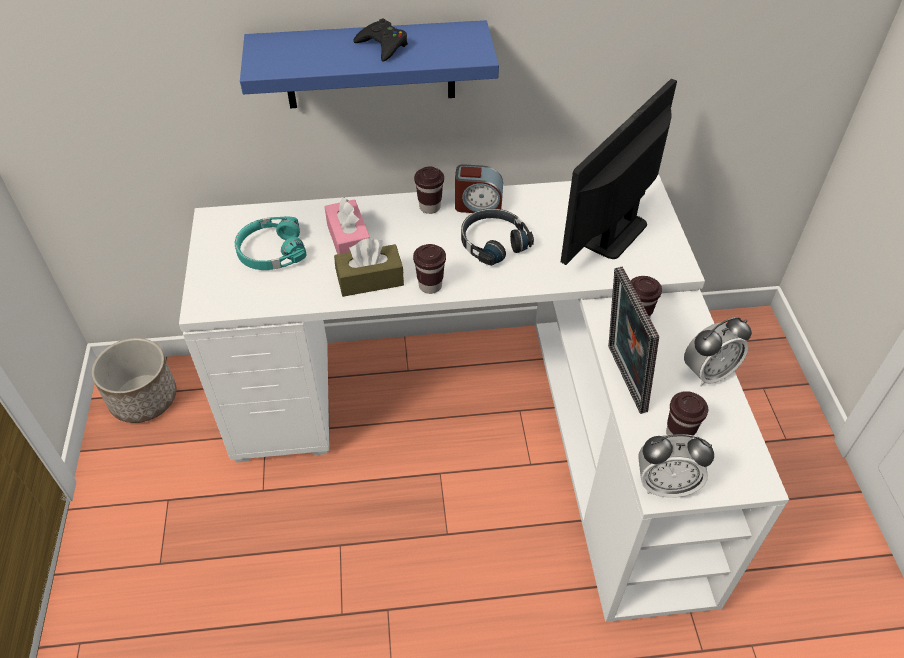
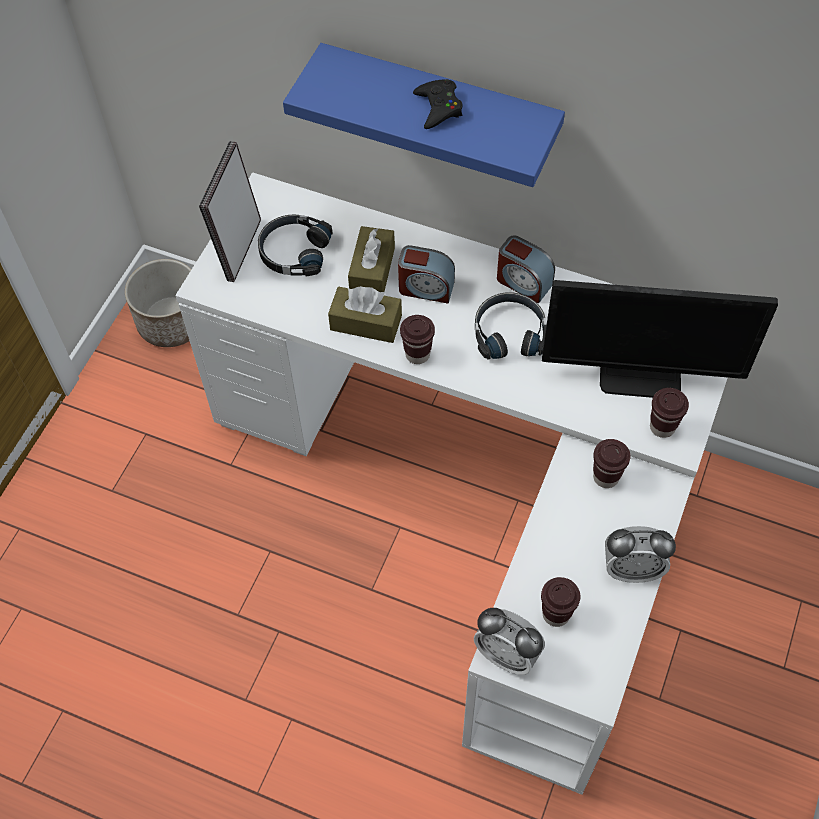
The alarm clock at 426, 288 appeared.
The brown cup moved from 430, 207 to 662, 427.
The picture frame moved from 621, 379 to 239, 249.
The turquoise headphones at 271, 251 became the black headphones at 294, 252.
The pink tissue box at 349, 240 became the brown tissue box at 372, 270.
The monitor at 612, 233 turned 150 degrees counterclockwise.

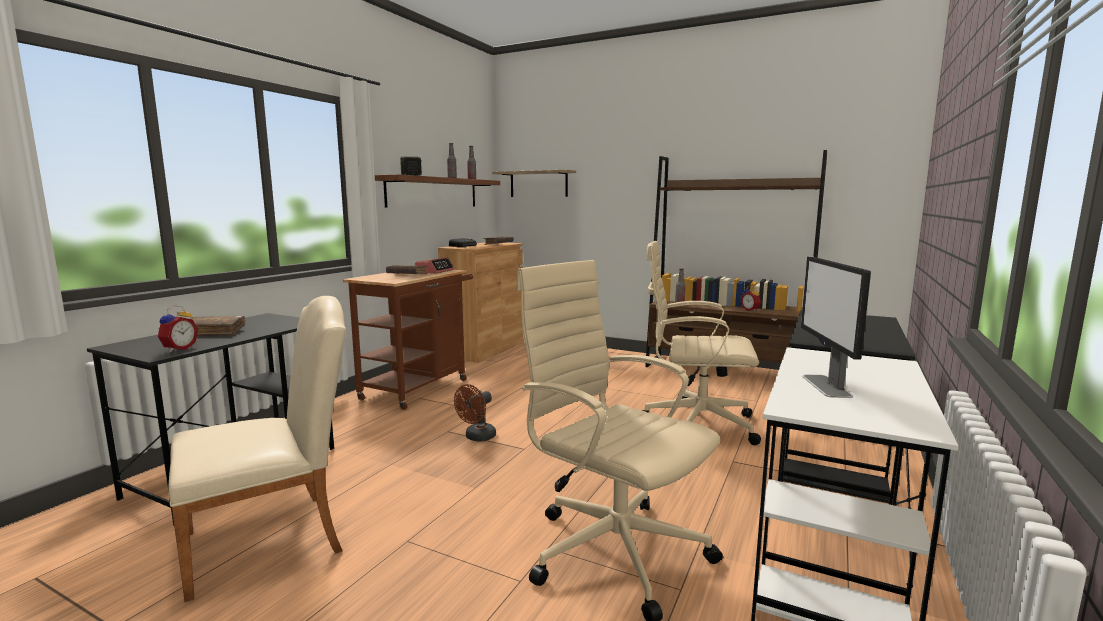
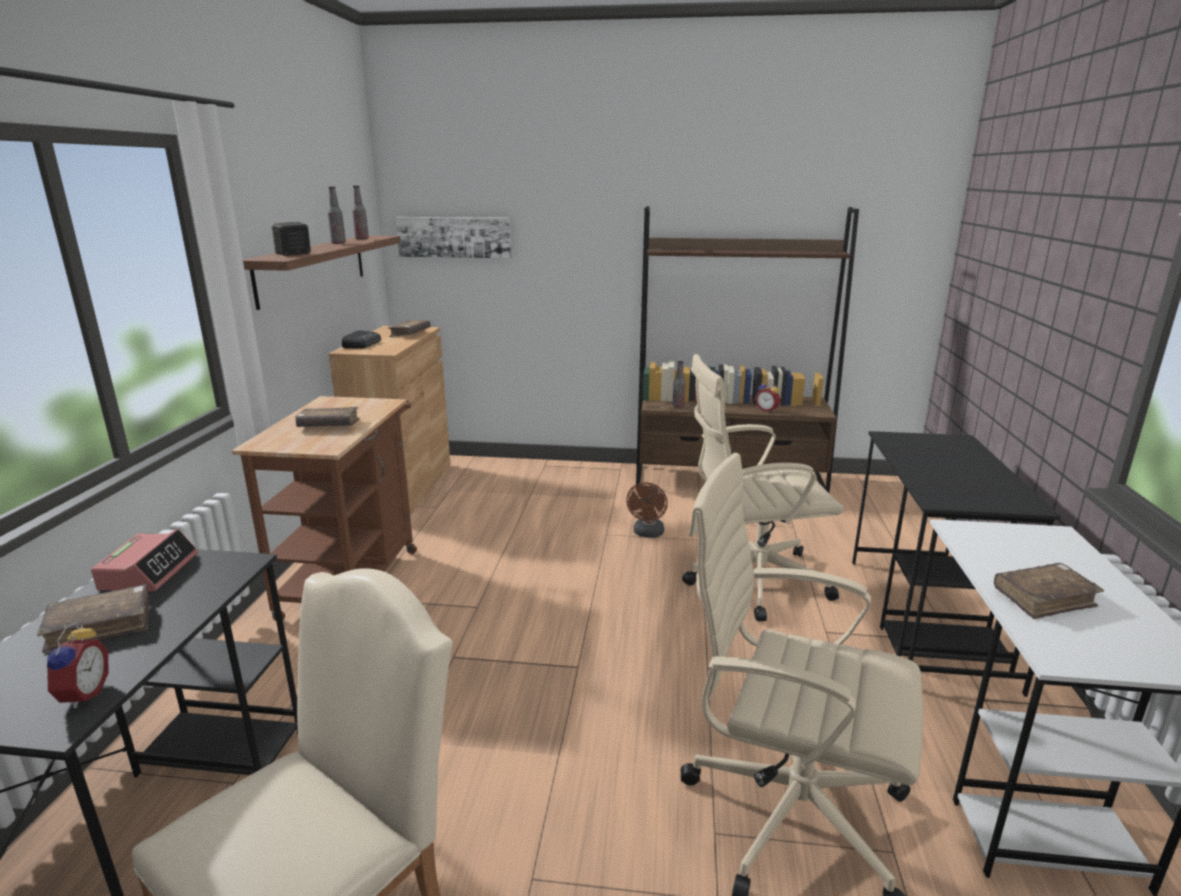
The alarm clock moved from 434, 271 to 149, 571.
The brown fan moved from 477, 438 to 647, 534.
The shelf at 538, 184 was replaced by the picture at 454, 237.
The monitor at 826, 386 was replaced by the brown book at 1043, 599.

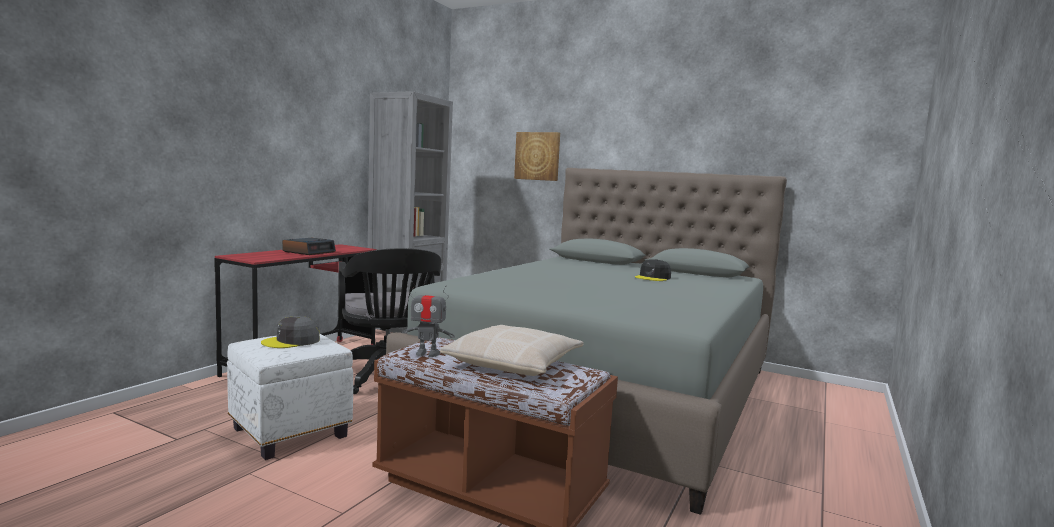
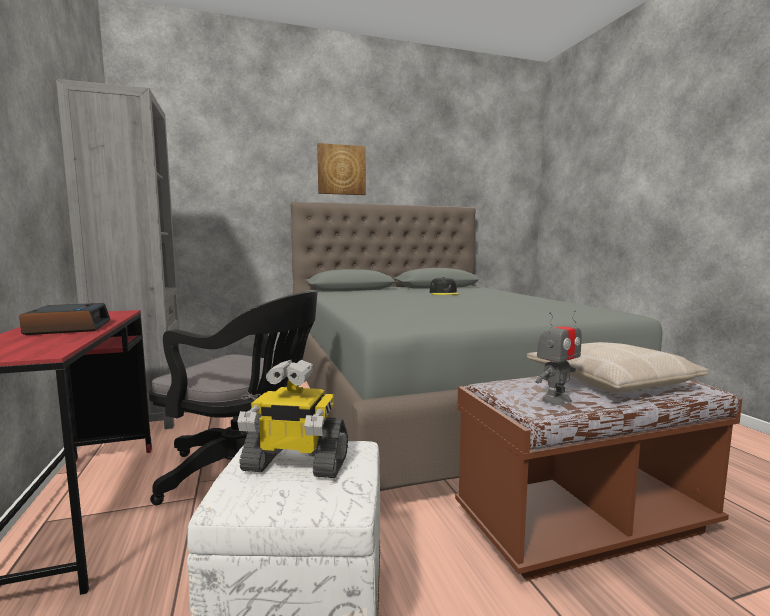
The picture moved from 537, 156 to 341, 170.
The grey cap at 292, 341 was replaced by the toy robot at 295, 464.

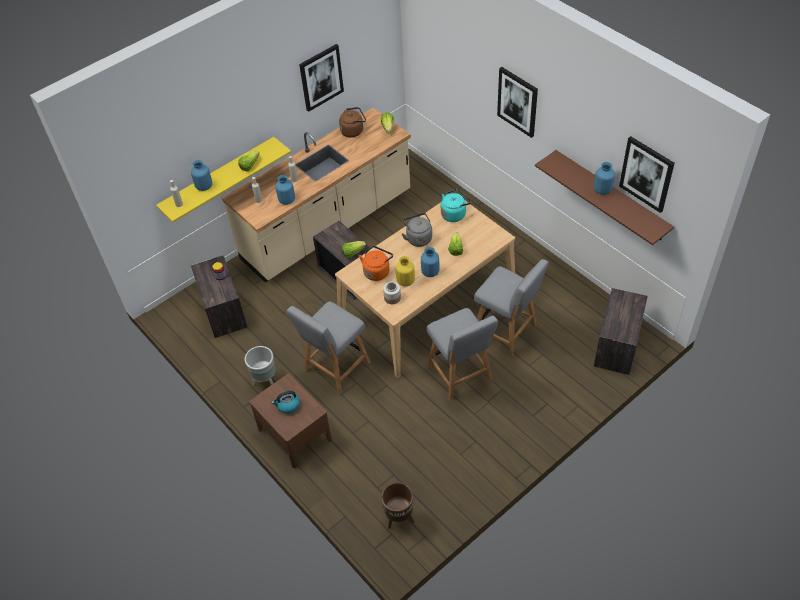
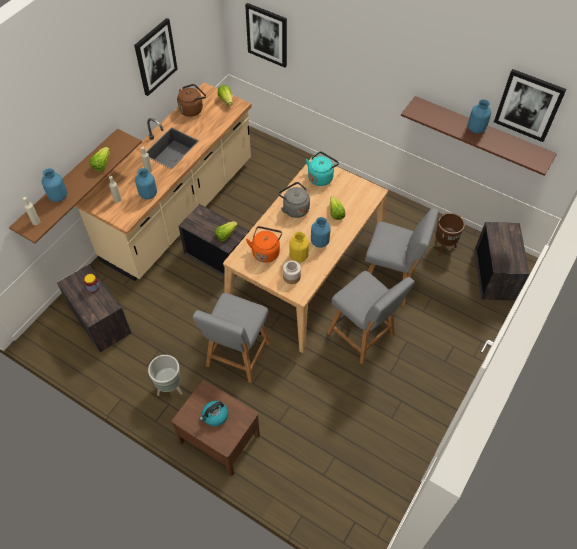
The brown planter moved from 399, 518 to 443, 247.
The picture moved from 518, 101 to 267, 35.
The yellow shelf at 219, 178 became the brown shelf at 69, 184.

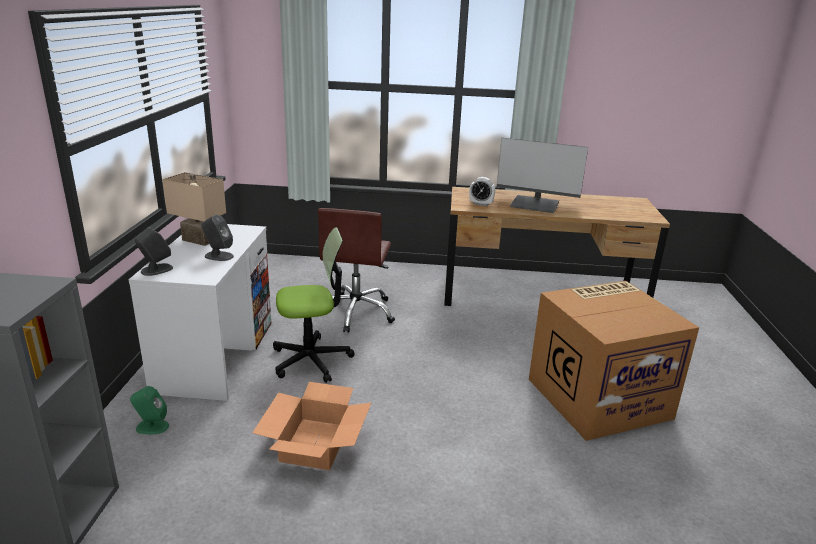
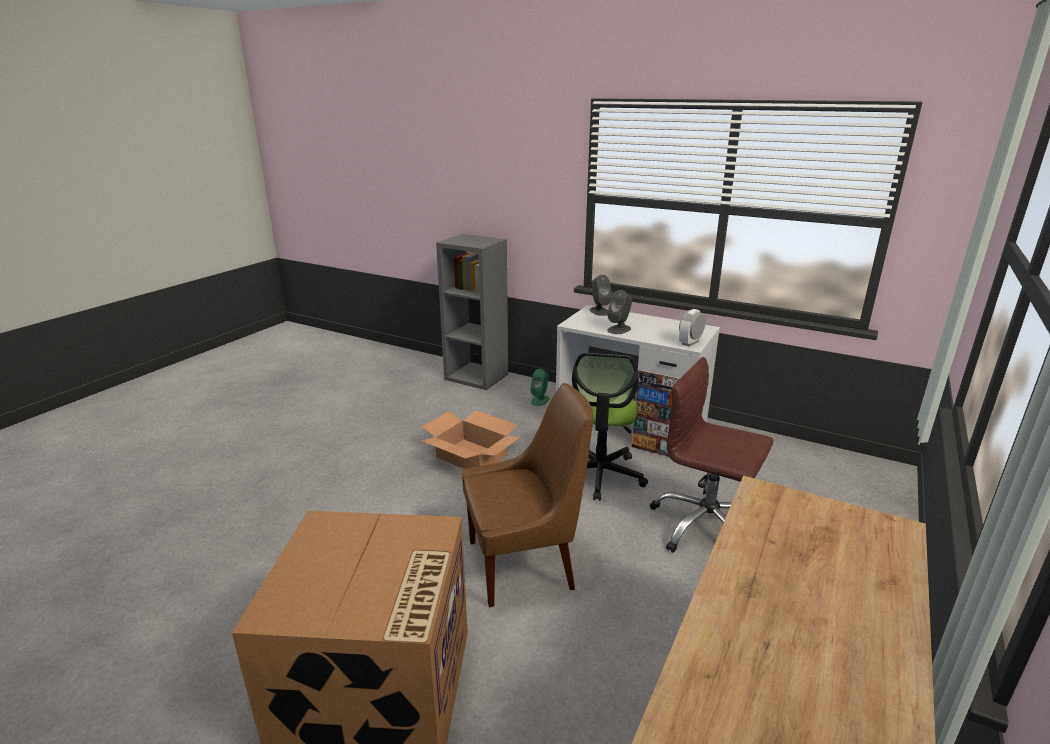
The beige table lamp at 198, 240 disappeared.
The monitor at 534, 205 disappeared.
The brown chair at 525, 564 appeared.
The alarm clock moved from 481, 204 to 690, 343.

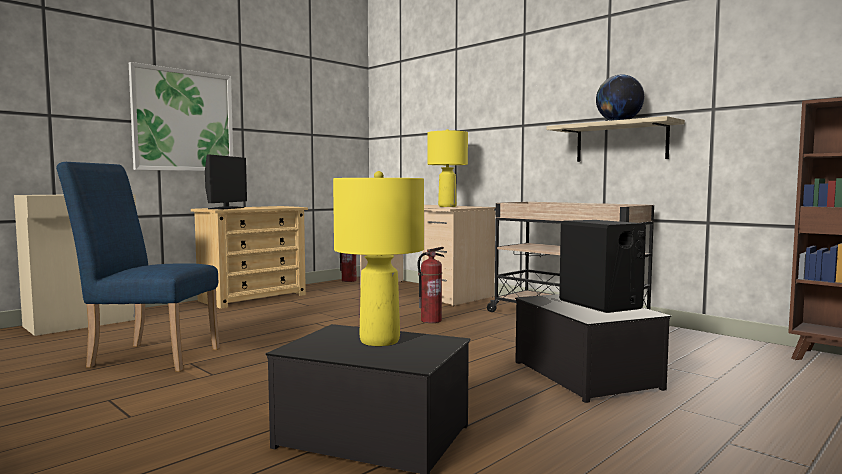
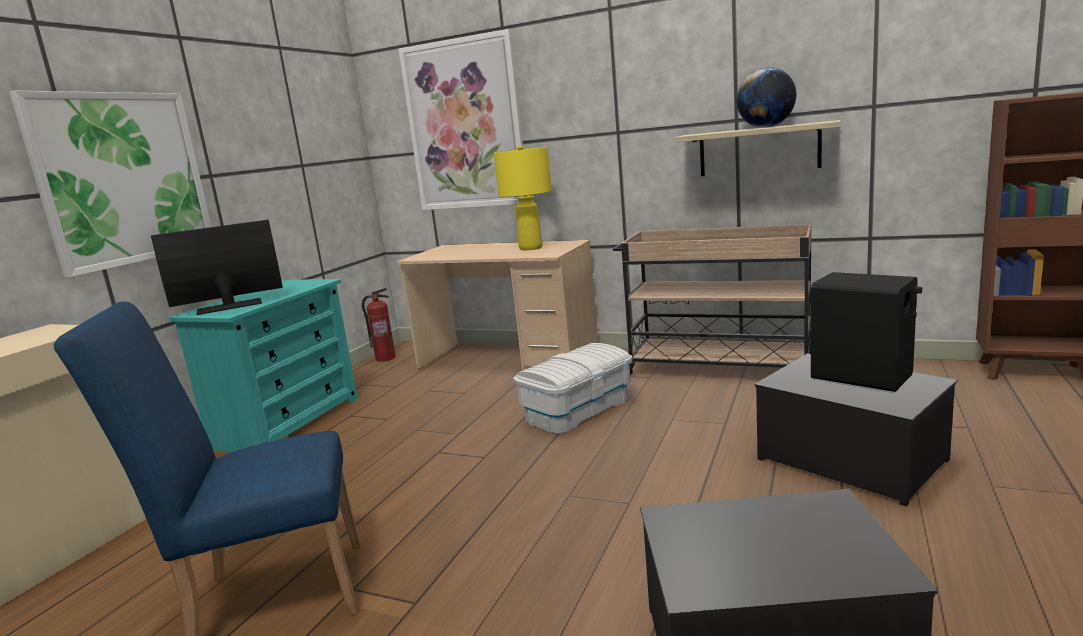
The yellow table lamp at 380, 341 disappeared.
The picture at 465, 125 appeared.
The fire extinguisher at 431, 320 was replaced by the white storage box at 577, 410.
The beige dresser at 253, 297 became the turquoise dresser at 288, 422.
The monitor at 226, 208 turned 105 degrees counterclockwise.

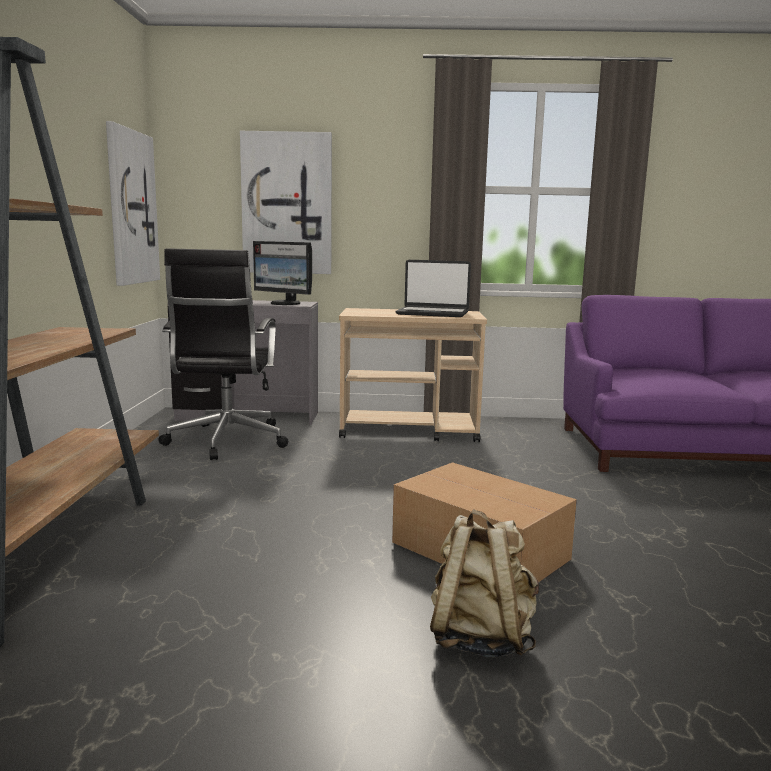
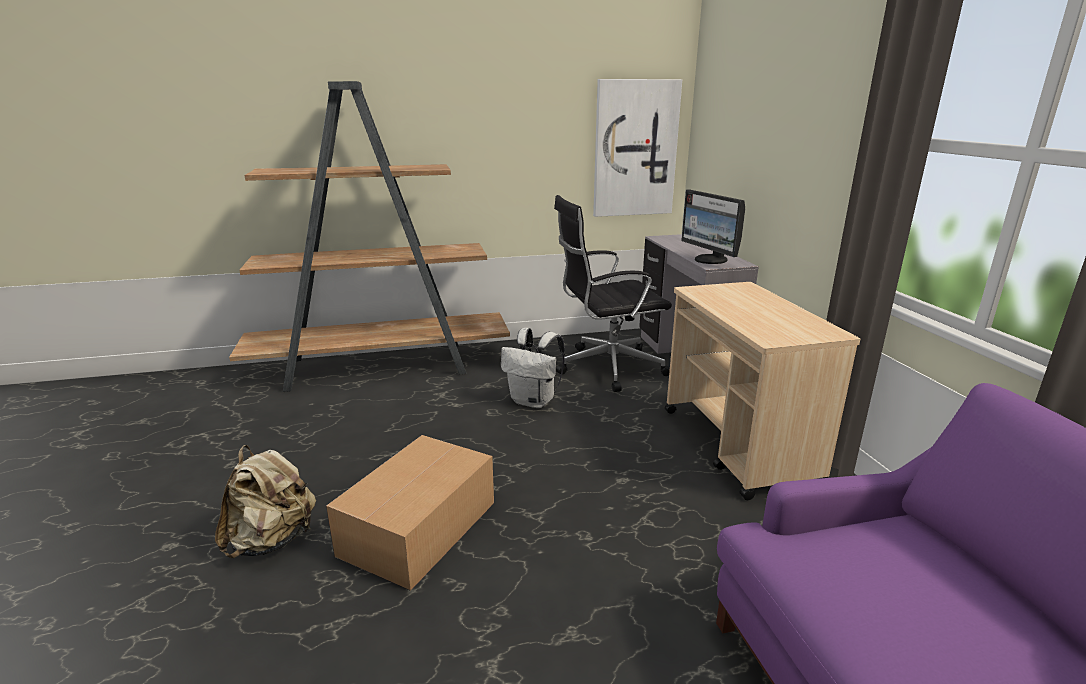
The picture at 287, 204 disappeared.
The laptop at 432, 313 disappeared.
The white backpack at 534, 401 appeared.
The monitor at 285, 303 turned 45 degrees counterclockwise.

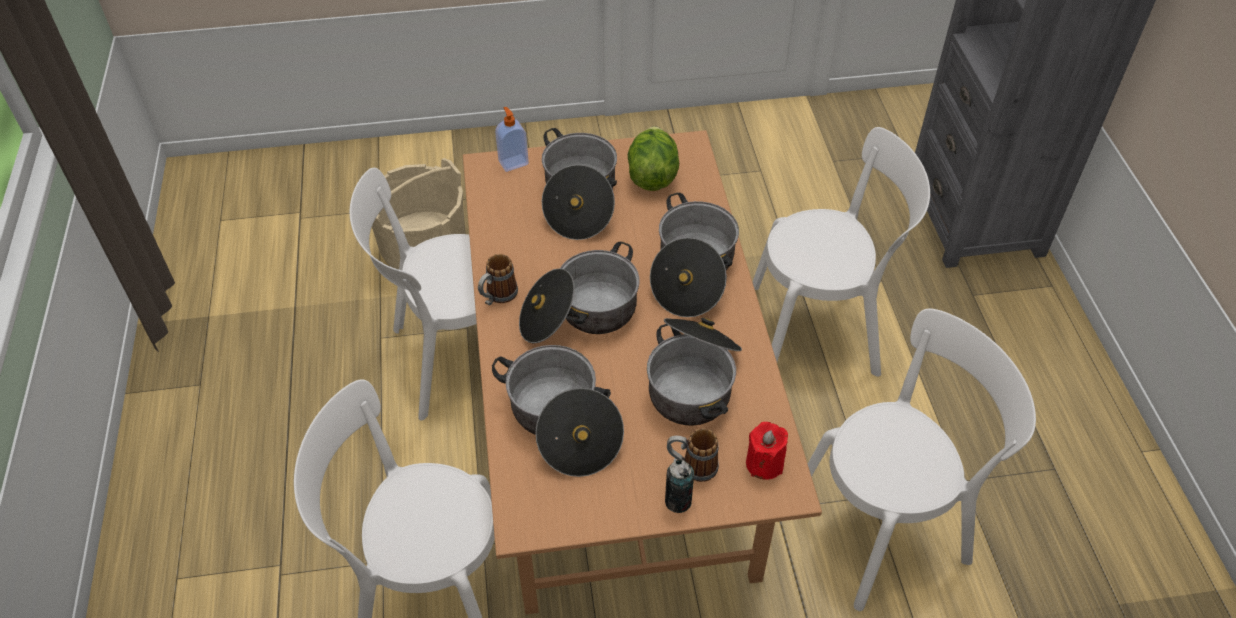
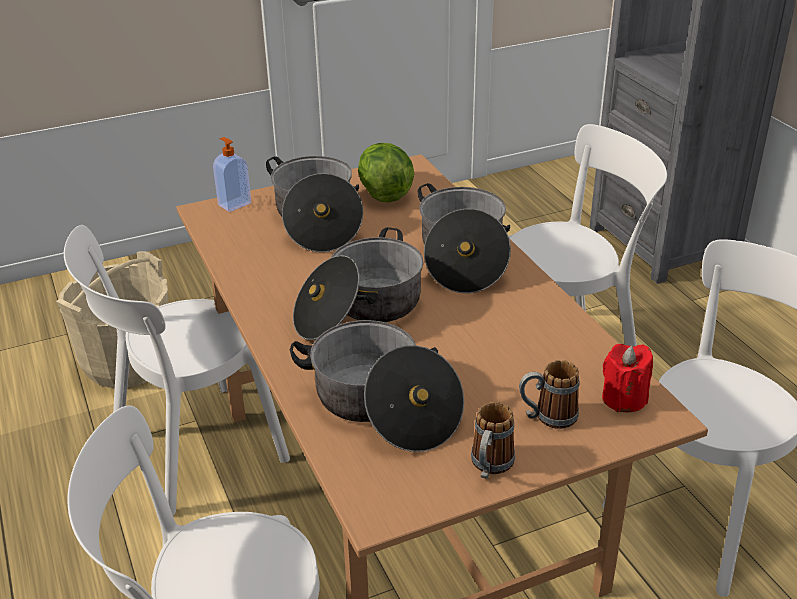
The cooking pot at 694, 380 disappeared.
The can at 678, 501 disappeared.
The mug moved from 497, 297 to 489, 467.

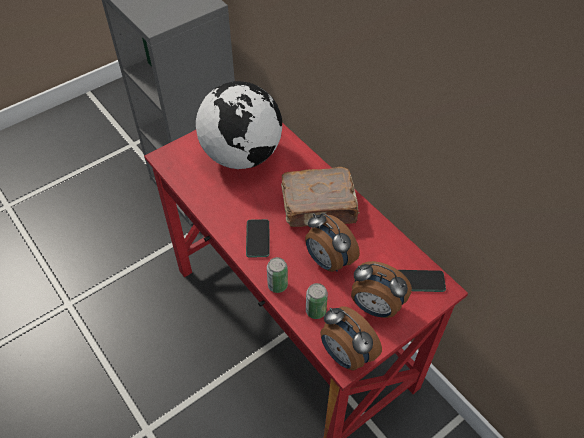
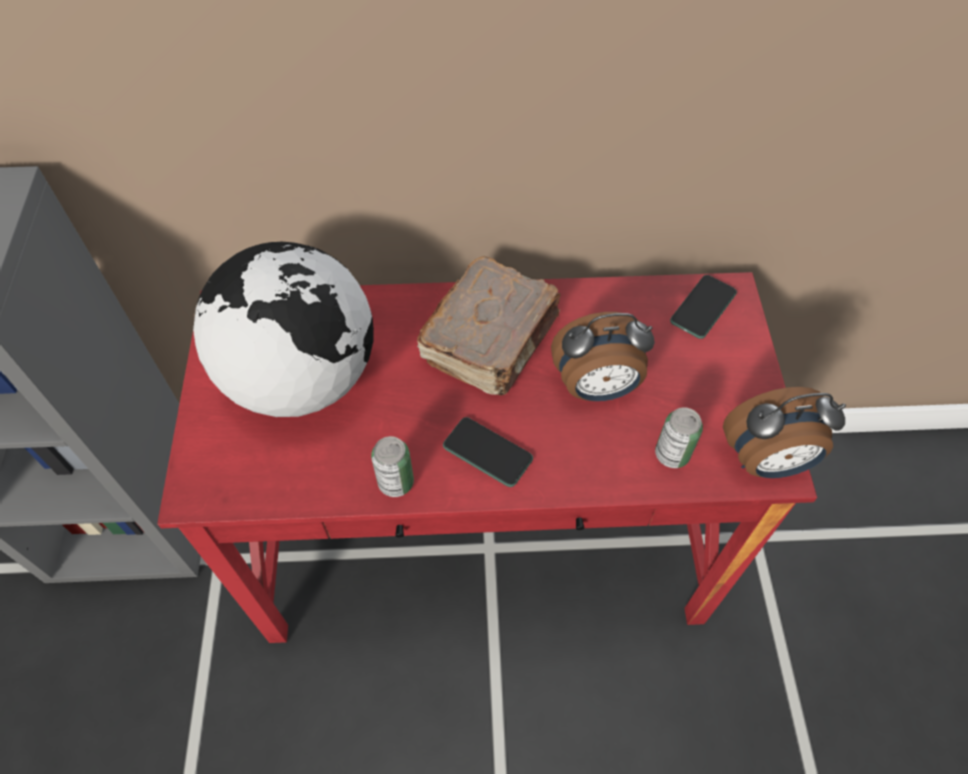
The alarm clock at 375, 307 disappeared.
The can moved from 277, 285 to 396, 482.

